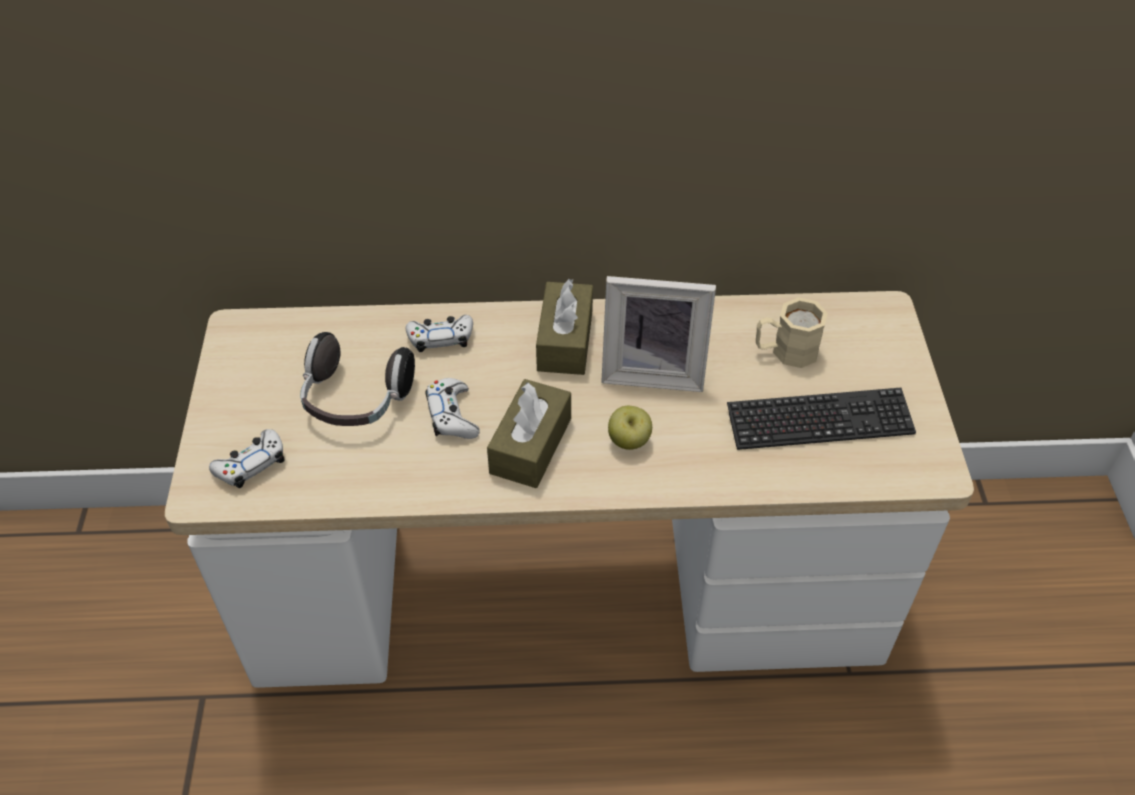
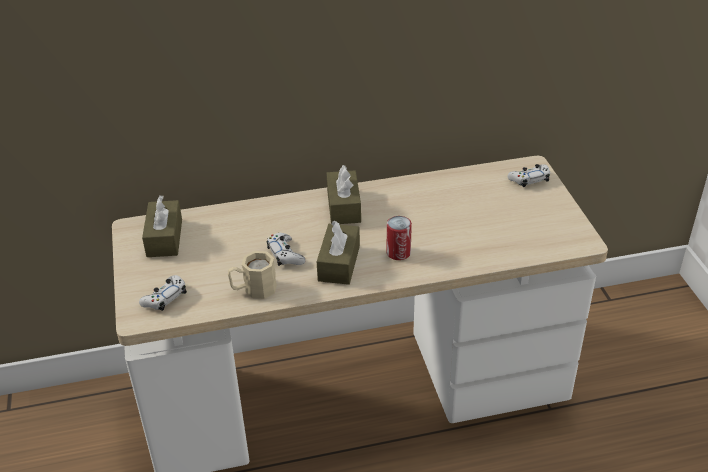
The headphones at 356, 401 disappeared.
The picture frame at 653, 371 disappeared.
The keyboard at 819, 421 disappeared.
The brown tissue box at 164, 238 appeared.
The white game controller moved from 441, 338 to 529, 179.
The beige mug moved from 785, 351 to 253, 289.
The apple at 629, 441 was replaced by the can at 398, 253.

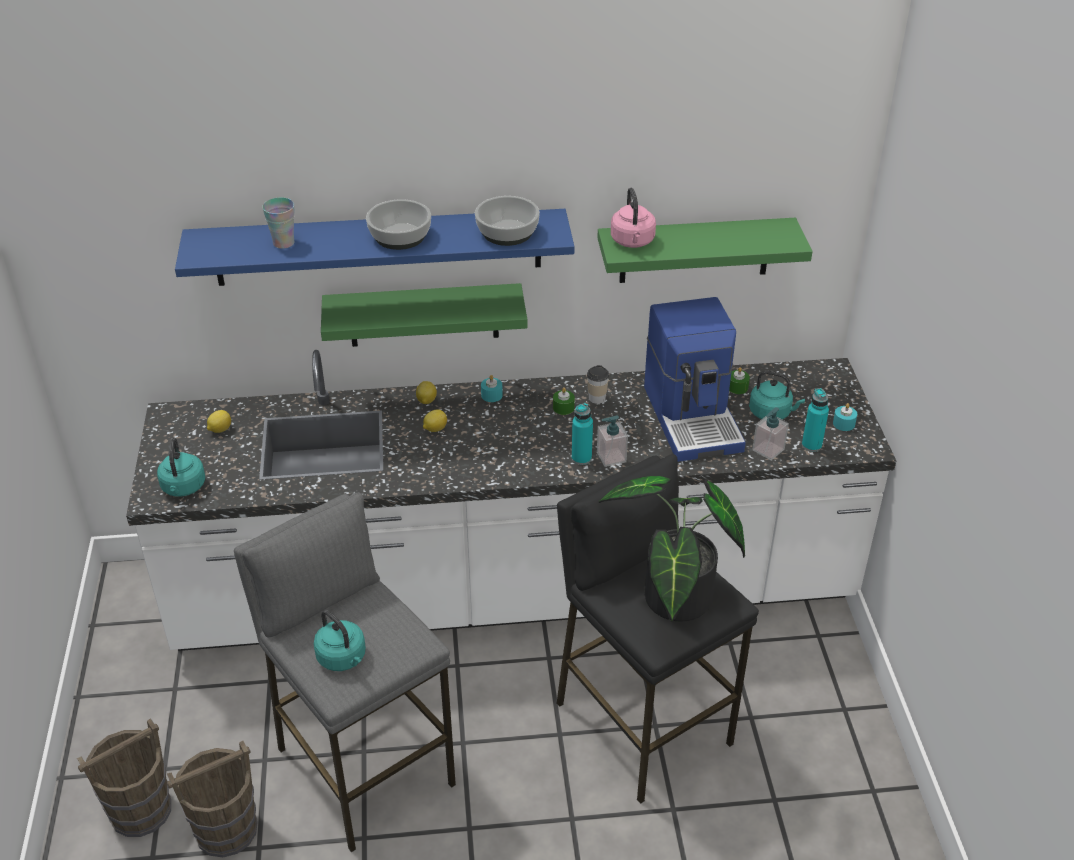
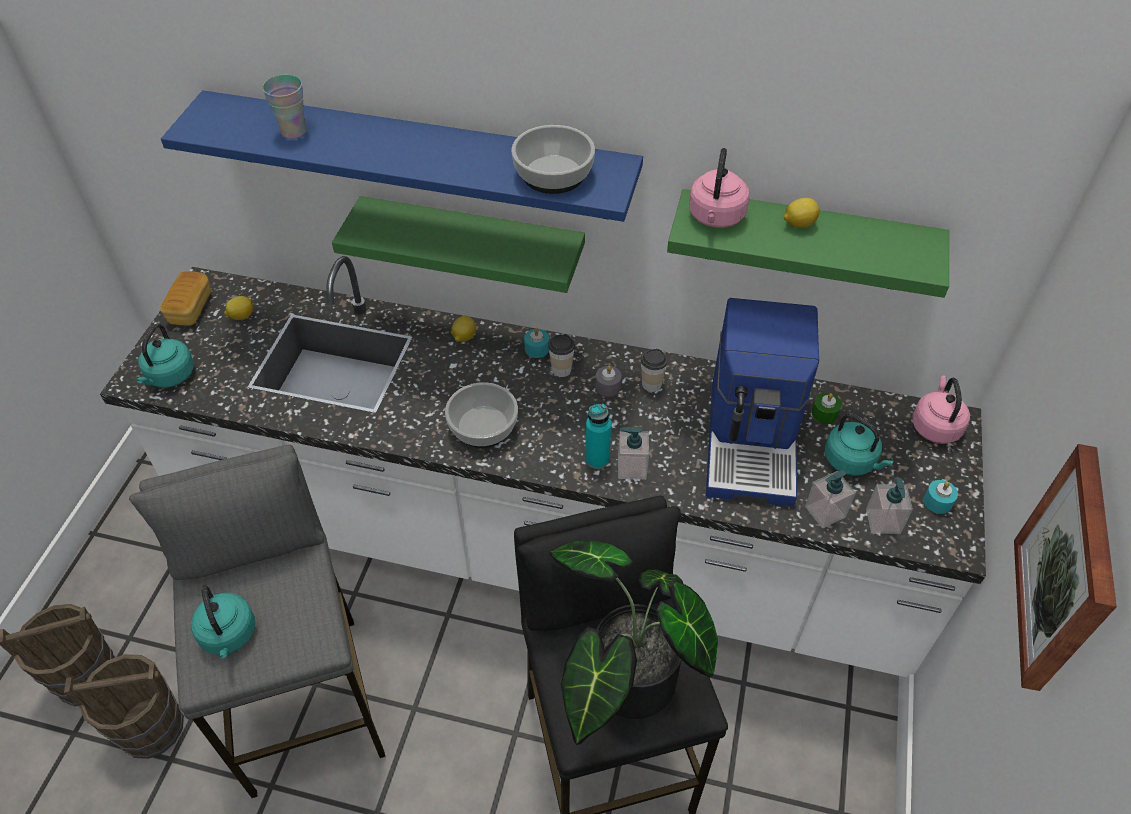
The bread at 190, 308 appeared.
The cup at 561, 369 appeared.
The pink kettle at 935, 425 appeared.
The picture at 1067, 571 appeared.
The bowl moved from 399, 236 to 483, 425.
The lemon moved from 435, 429 to 798, 224.
The turquoise bottle at 811, 445 was replaced by the soap dispenser at 883, 521.
The green candle at 563, 408 became the grey candle at 608, 386.

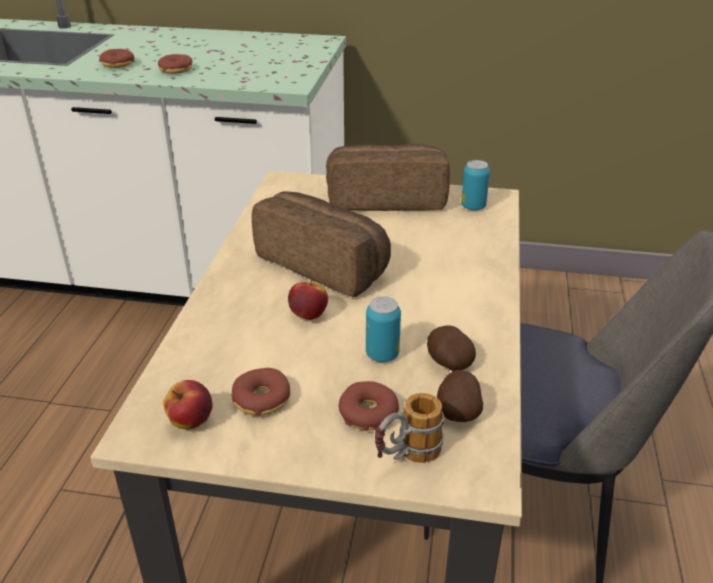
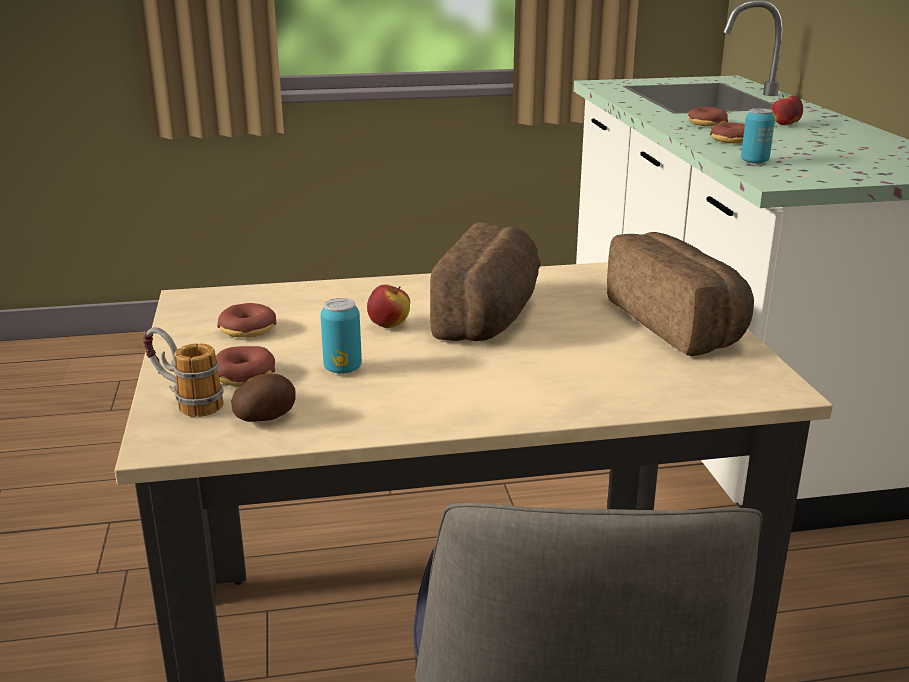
The potato at 448, 363 disappeared.
The apple moved from 191, 421 to 785, 124.
The can moved from 473, 206 to 754, 161.

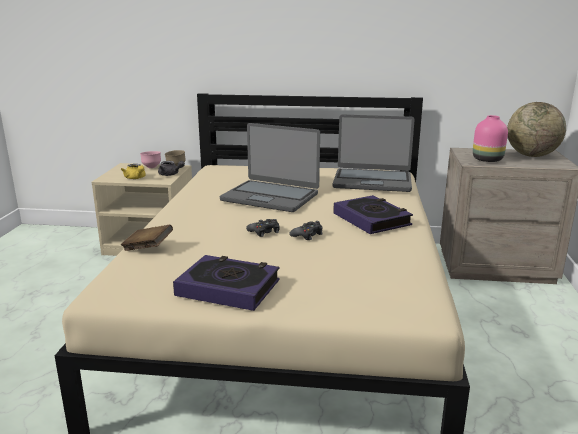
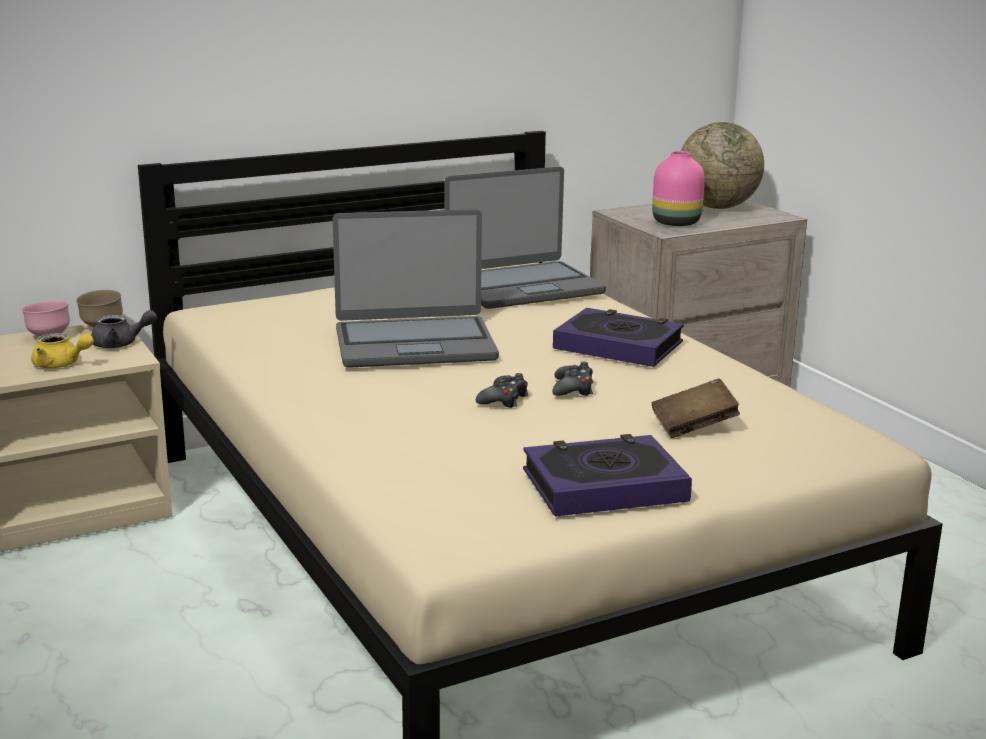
The brown book moved from 148, 248 to 693, 427.

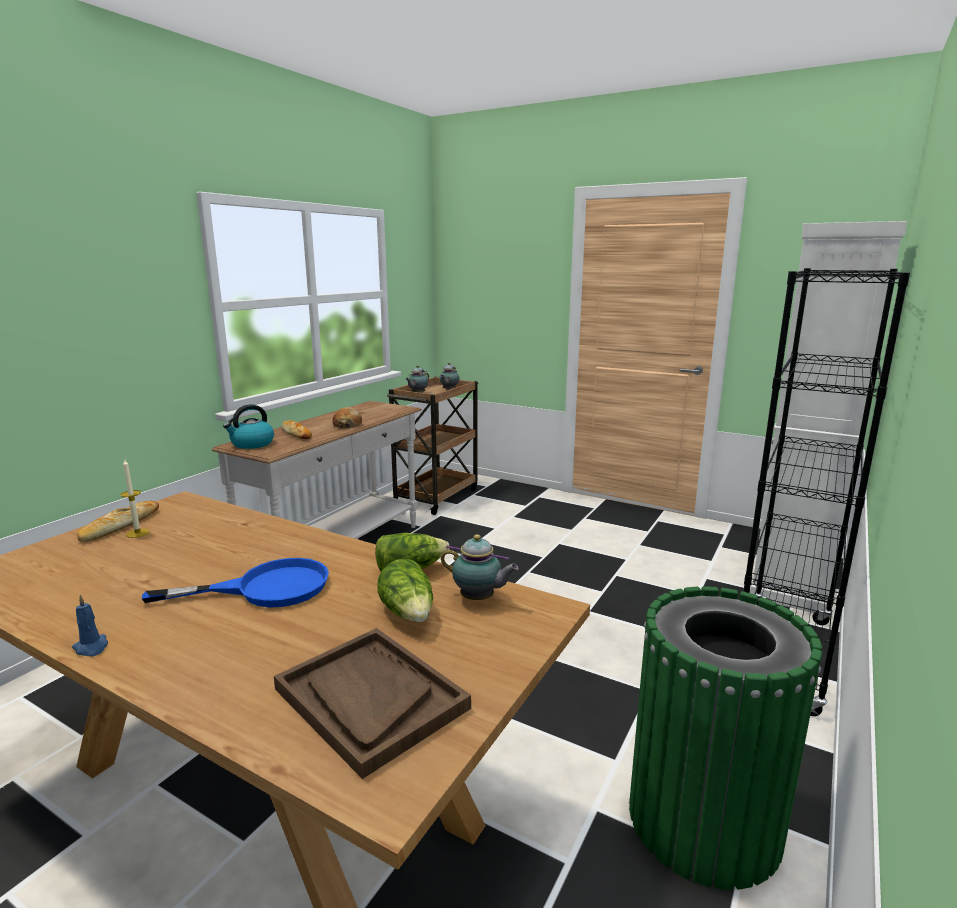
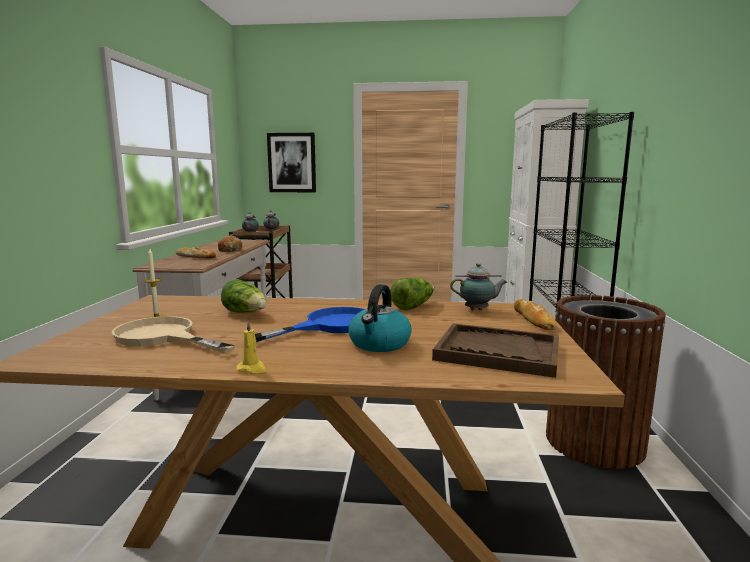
The beige frying pan at 163, 337 appeared.
The picture at 292, 163 appeared.
The bread moved from 120, 525 to 533, 319.
The kettle moved from 252, 444 to 379, 344.
The lettuce moved from 409, 613 to 246, 313.
The blue candle at 91, 647 became the yellow candle at 252, 369.
The green trash can at 704, 820 became the brown trash can at 594, 442.

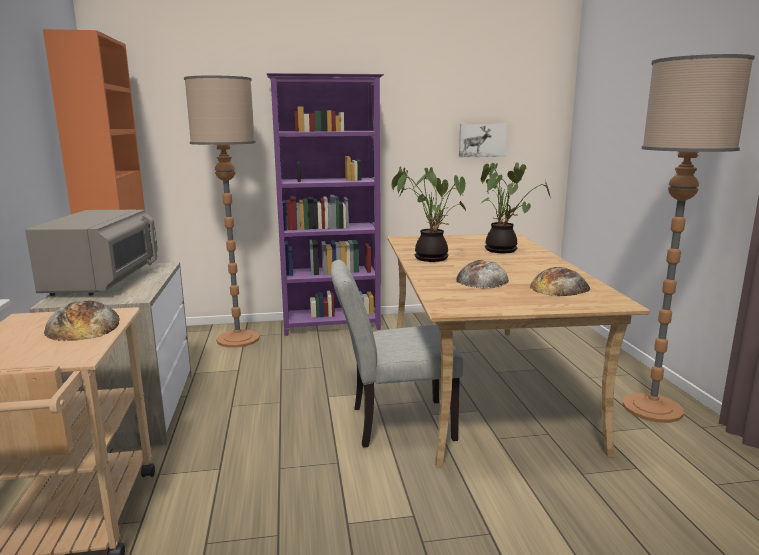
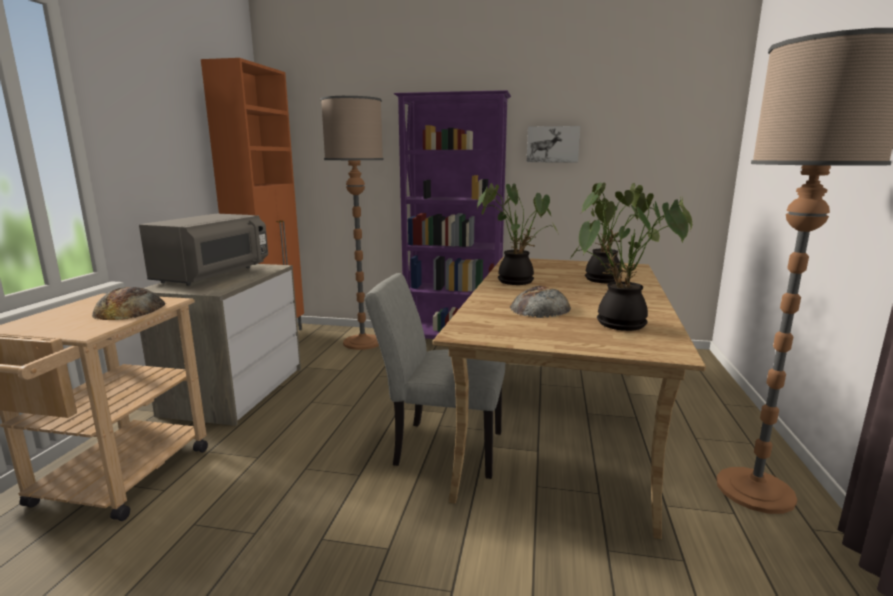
The picture moved from 482, 140 to 552, 144.
The bread at 559, 287 was replaced by the potted plant at 619, 325.

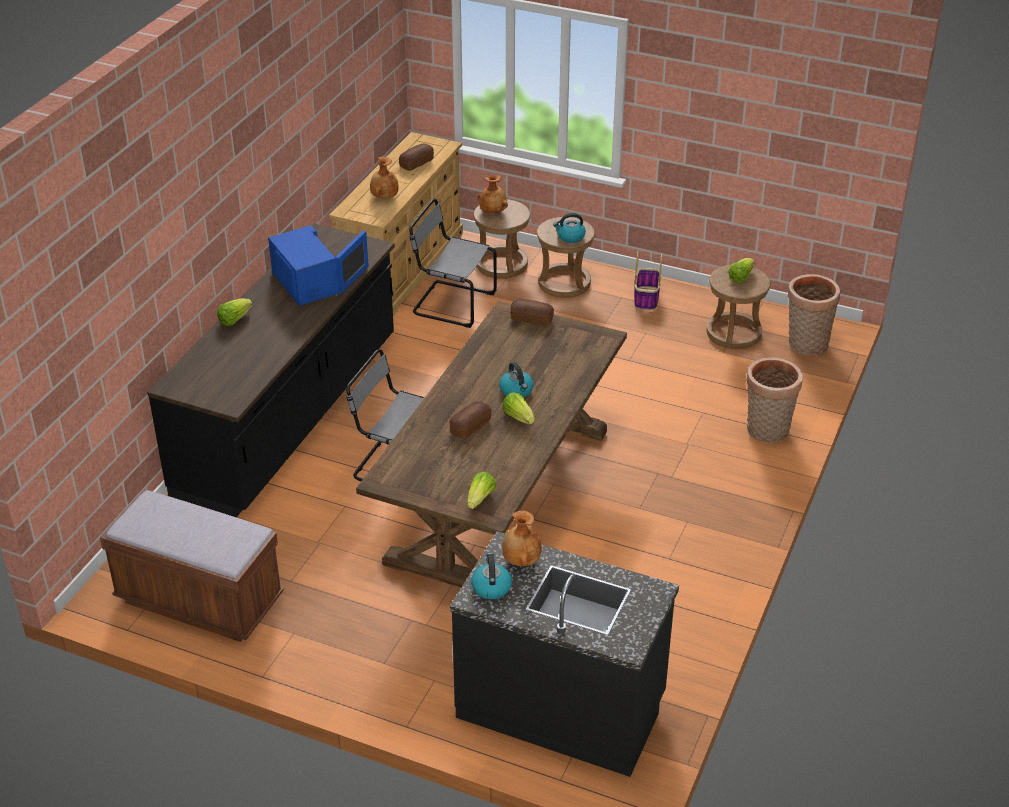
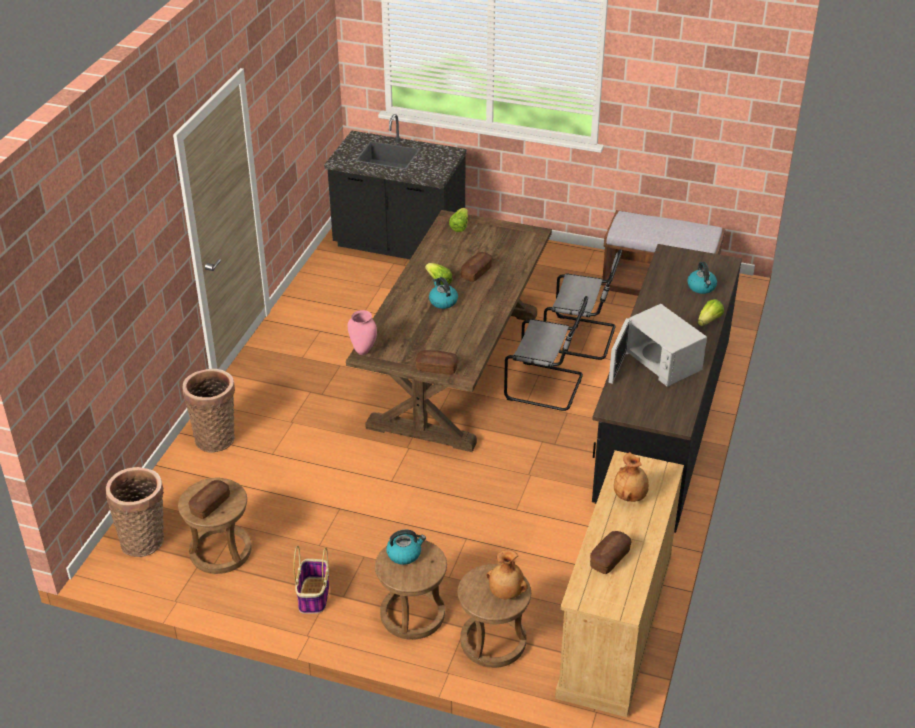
The brown vase at 521, 560 disappeared.
The pink vase at 363, 351 appeared.
The grey chair moved from 451, 303 to 582, 338.
The kettle moved from 491, 587 to 701, 287.
The lettuce at 740, 277 was replaced by the bread at 210, 505.
The blue microwave at 310, 283 became the white microwave at 658, 362.

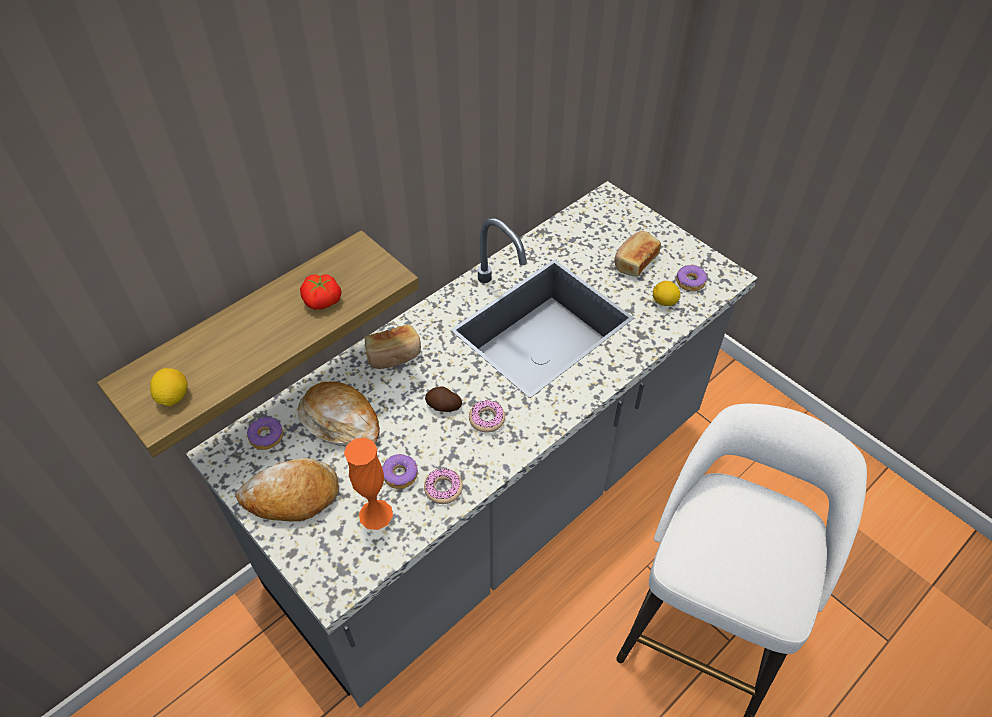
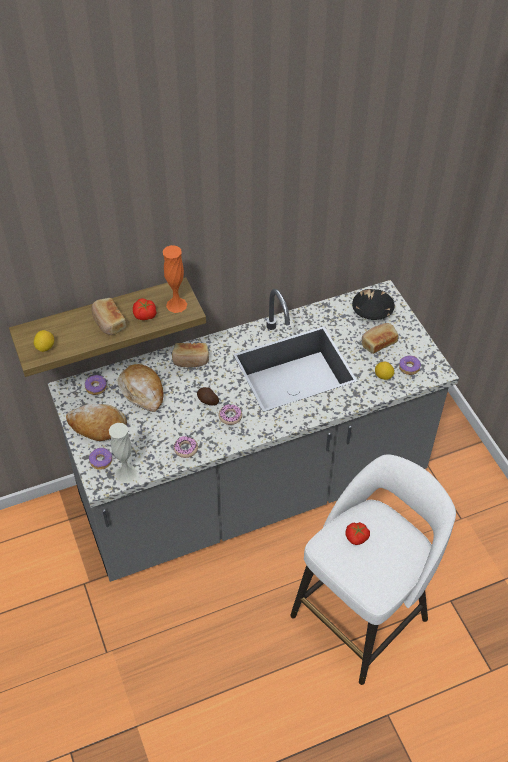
The bread at 108, 322 appeared.
The white vase at 126, 473 appeared.
The tomato at 356, 537 appeared.
The black bowl at 372, 311 appeared.
The orange vase moved from 375, 514 to 176, 305.
The donut moved from 400, 474 to 101, 461.

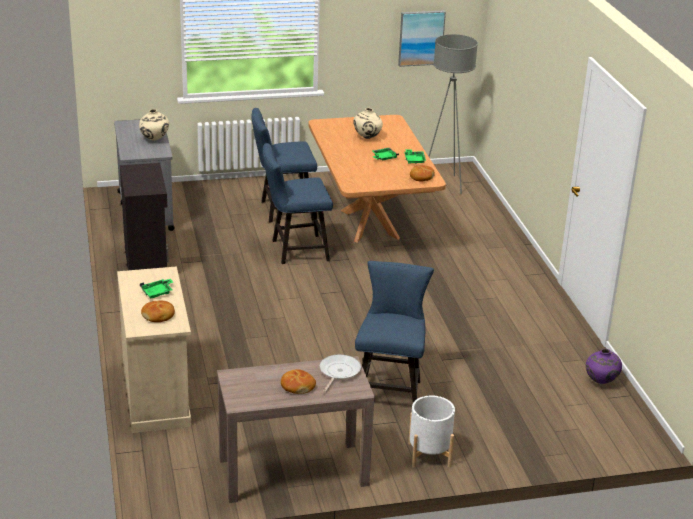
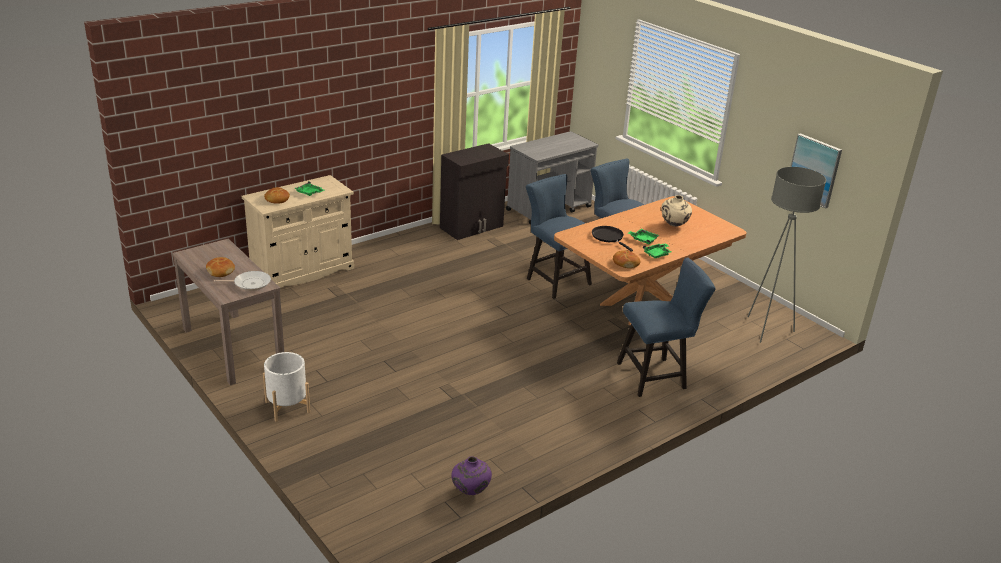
The beige vase at 155, 140 disappeared.
The black frying pan at 609, 237 appeared.
The blue chair moved from 389, 390 to 656, 376.

